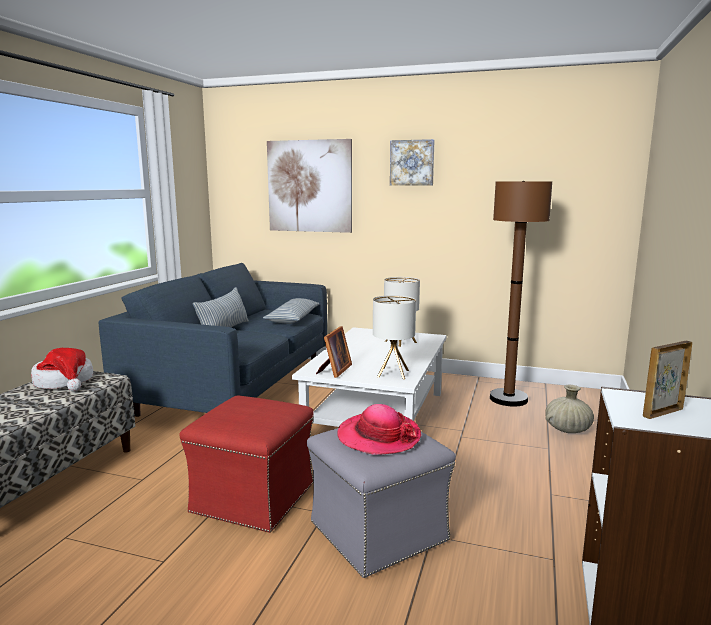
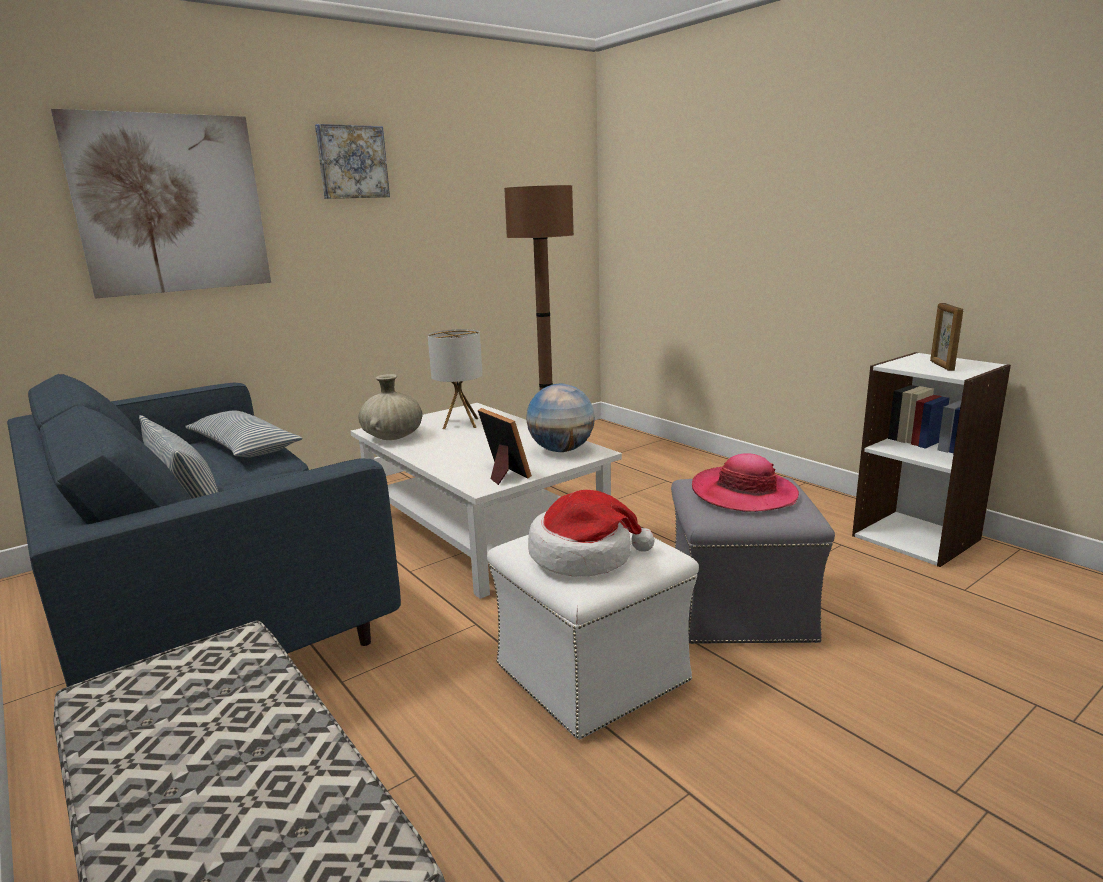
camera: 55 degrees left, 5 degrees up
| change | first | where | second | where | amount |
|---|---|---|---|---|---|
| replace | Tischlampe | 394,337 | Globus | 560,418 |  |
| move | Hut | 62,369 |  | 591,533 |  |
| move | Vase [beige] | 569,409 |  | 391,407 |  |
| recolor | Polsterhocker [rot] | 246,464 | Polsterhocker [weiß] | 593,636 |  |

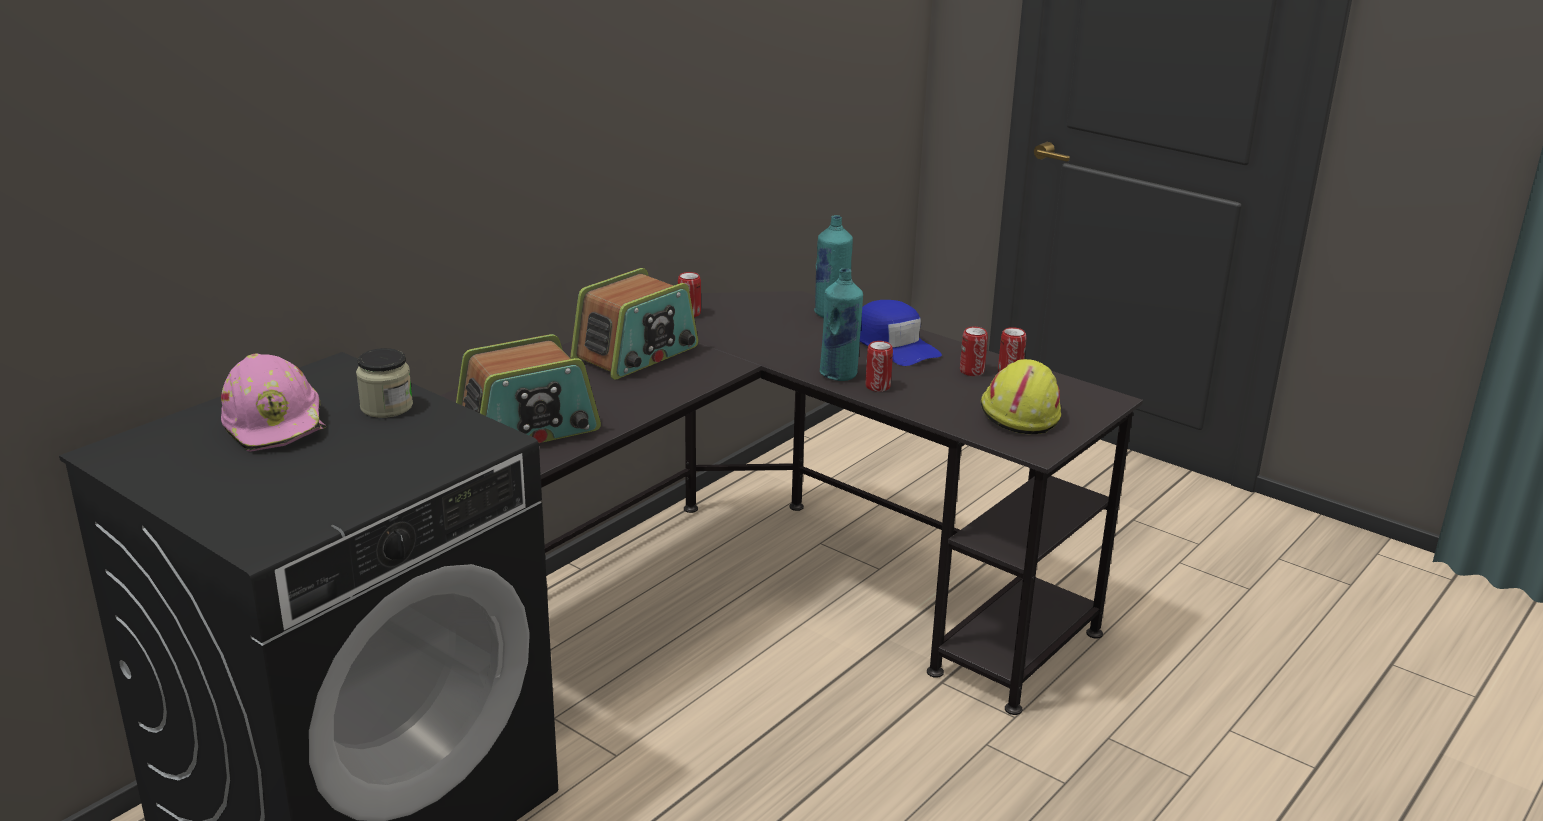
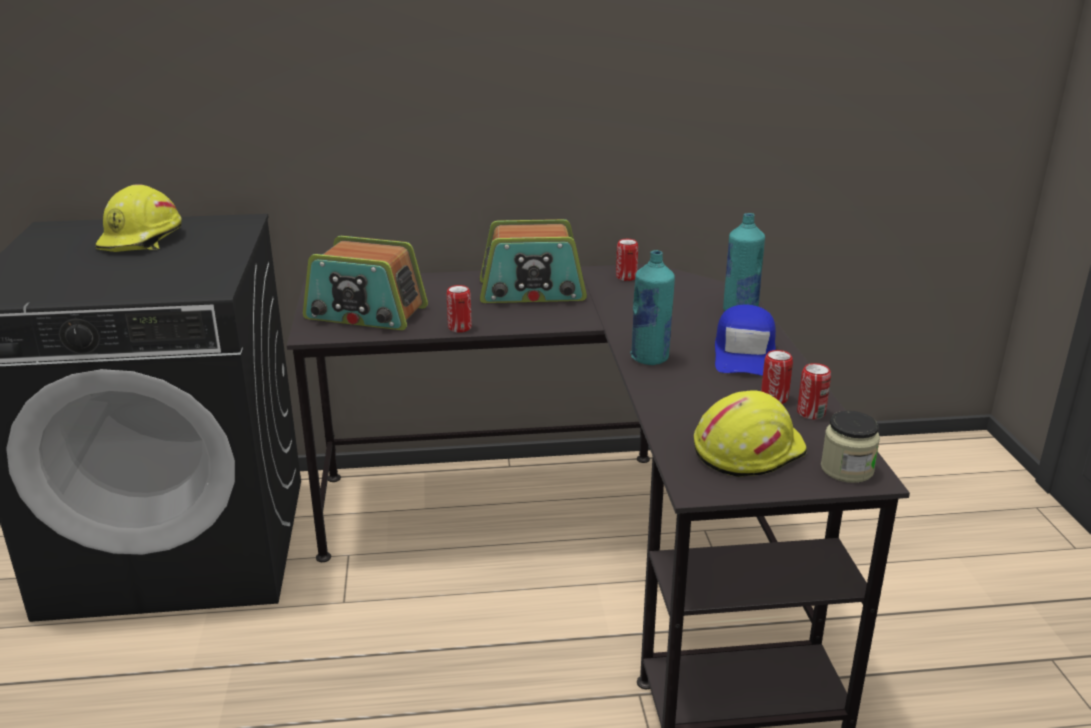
camera: 45 degrees right, 0 degrees up
| change | first | where | second | where | amount |
|---|---|---|---|---|---|
| move | Dose | 879,366 |  | 459,309 |  |
| move | Vorratsglas | 384,383 |  | 850,447 |  |
| recolor | Schutzhelm [rosa] | 273,403 | Schutzhelm [gelb] | 138,218 |  |

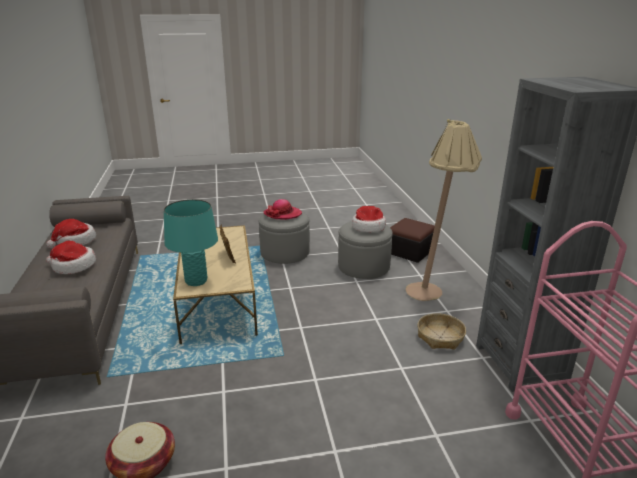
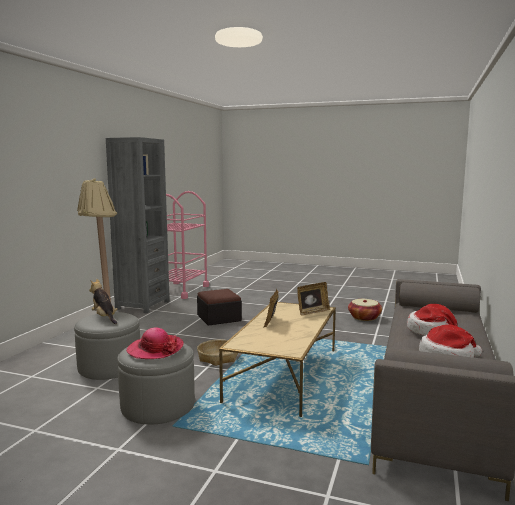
camera: 150 degrees left, 15 degrees down
| change | first | where | second | where | amount |
|---|---|---|---|---|---|
| replace | Tischlampe [türkis] | 191,242 | Bilderrahmen | 313,299 |  |
| replace | Hut | 369,219 | Plüschtier | 103,301 |  |
| move | Polsterhocker | 412,240 |  | 219,307 |  |
| move | Korb | 441,331 |  | 217,353 |  |

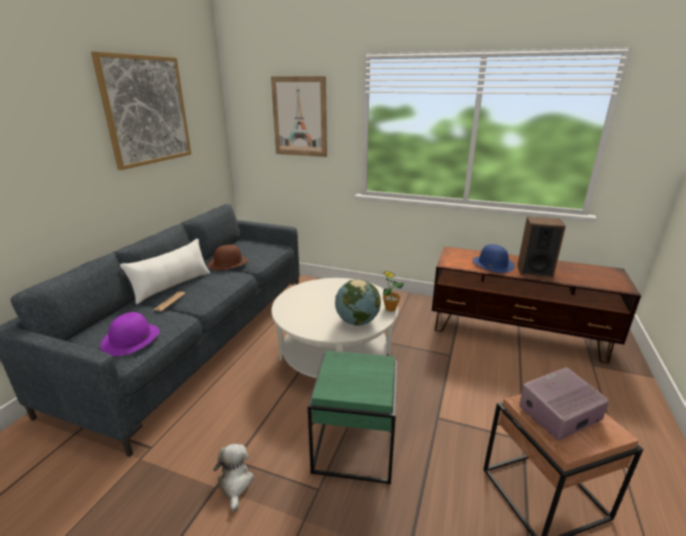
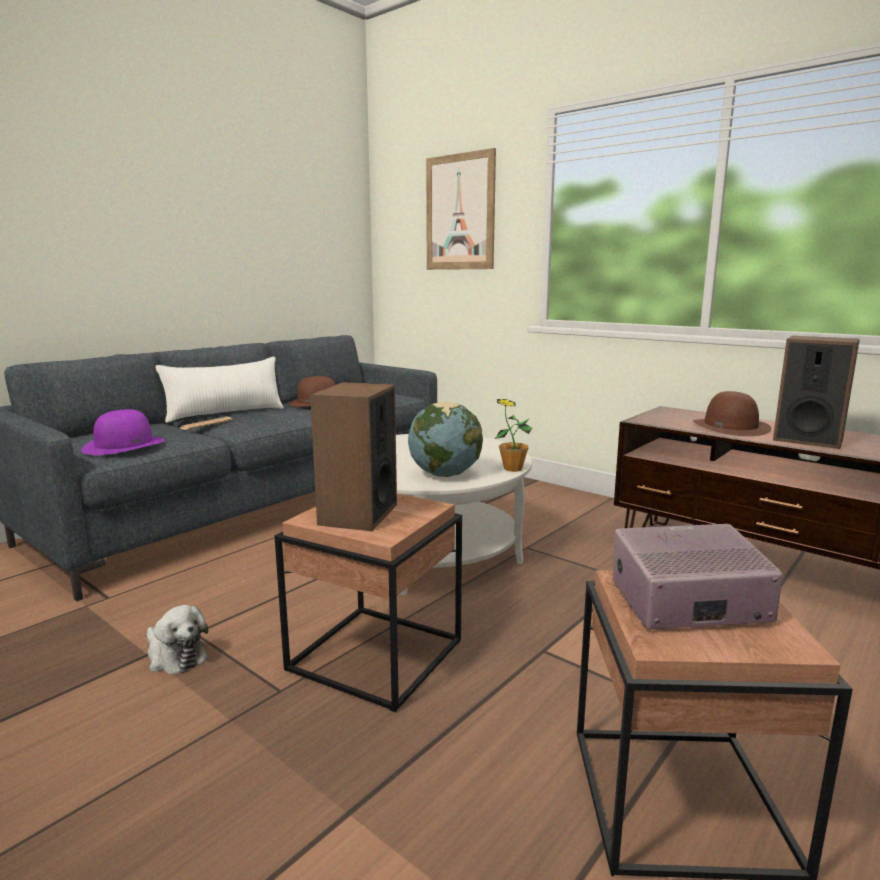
camera: 20 degrees right, 10 degrees down
| change | first | where | second | where | amount |
|---|---|---|---|---|---|
| delete | Bild | 141,110 |  |  |  |
| recolor | Hut [blau] | 494,258 | Hut [braun] | 732,413 |  |
| recolor | Beistelltisch [grün] | 353,417 | Beistelltisch [braun] | 368,603 |  |
| rotate | Plüschtier | 233,477 |  | 177,639 | 120 degrees clockwise |
| insert |  |  | Lautsprecher | 353,456 |  |

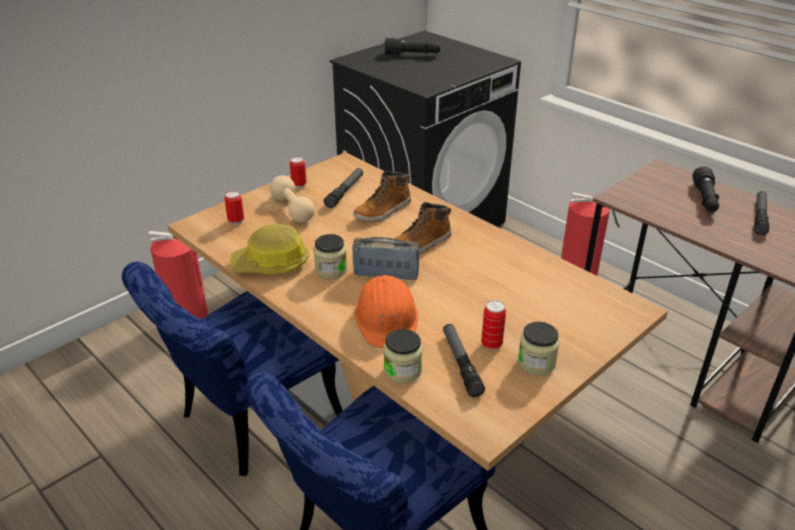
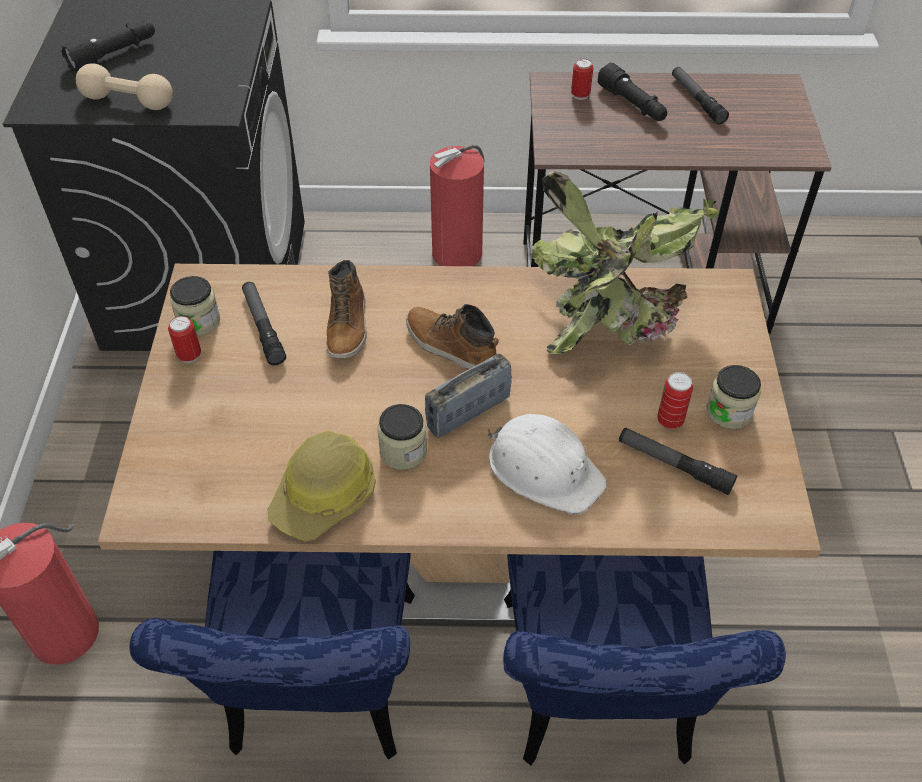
camera: 45 degrees left, 15 degrees up
| change | first | where | second | where | amount |
|---|---|---|---|---|---|
| move | Hantel [beige] | 292,199 |  | 124,86 |  |
| move | Dose | 234,208 |  | 582,79 |  |
| rotate | Stiefel | 422,228 |  | 452,337 | 120 degrees clockwise |
| recolor | Schutzhelm [orange] | 386,311 | Schutzhelm [weiß] | 547,464 |  |
| move | Vorratsglas | 403,356 |  | 195,306 |  |
| insert |  |  | Topfpflanze | 625,262 |  |

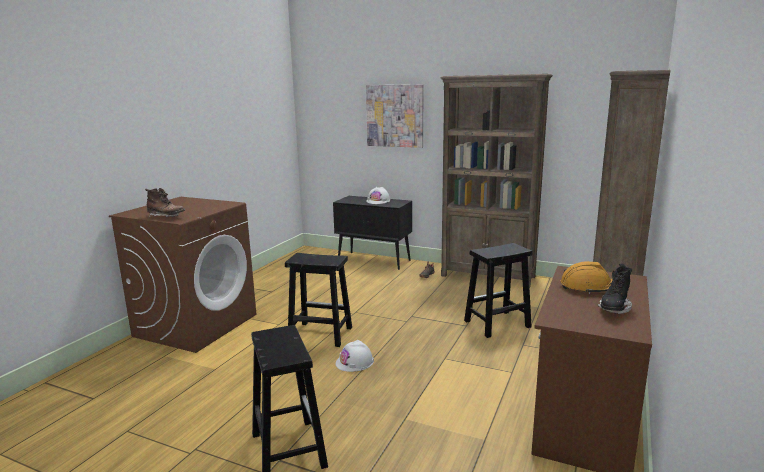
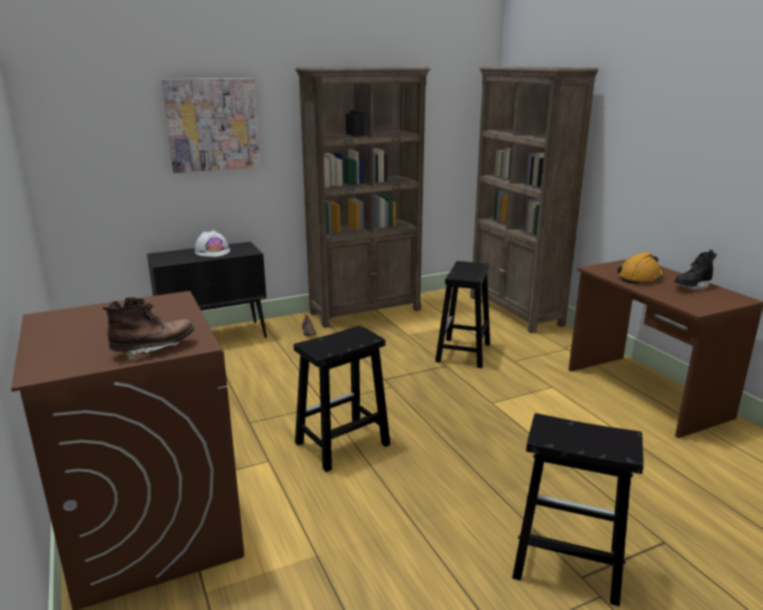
camera: 50 degrees left, 5 degrees up
| change | first | where | second | where | amount |
|---|---|---|---|---|---|
| rotate | Stiefel [schwarz] | 615,289 |  | 695,270 | 75 degrees clockwise |
| delete | Schutzhelm [weiß] | 355,356 |  |  |  |

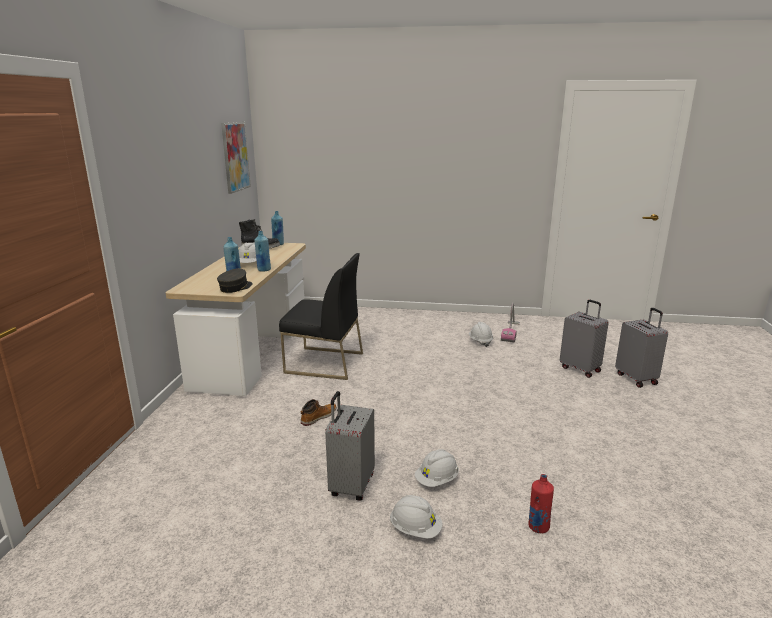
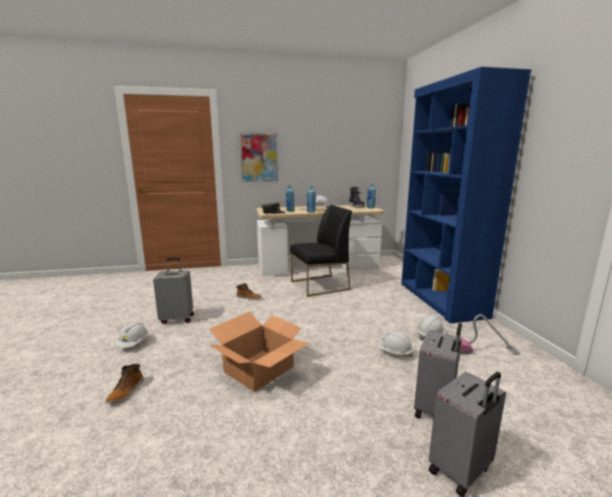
camera: 70 degrees right, 5 degrees down
| change | first | where | second | where | amount |
|---|---|---|---|---|---|
| move | Bild | 236,158 |  | 259,157 |  |
| rotate | Stuhl [schwarz] | 321,316 |  | 321,251 | 105 degrees counterclockwise |
| move | Schutzhelm [weiß] | 437,468 |  | 395,344 |  |
| replace | Flasche [rot] | 541,503 | Stiefel | 125,384 |  |
| insert |  |  | Bücherregal [blau] | 466,195 |  |
| insert |  |  | Karton | 259,352 |  |

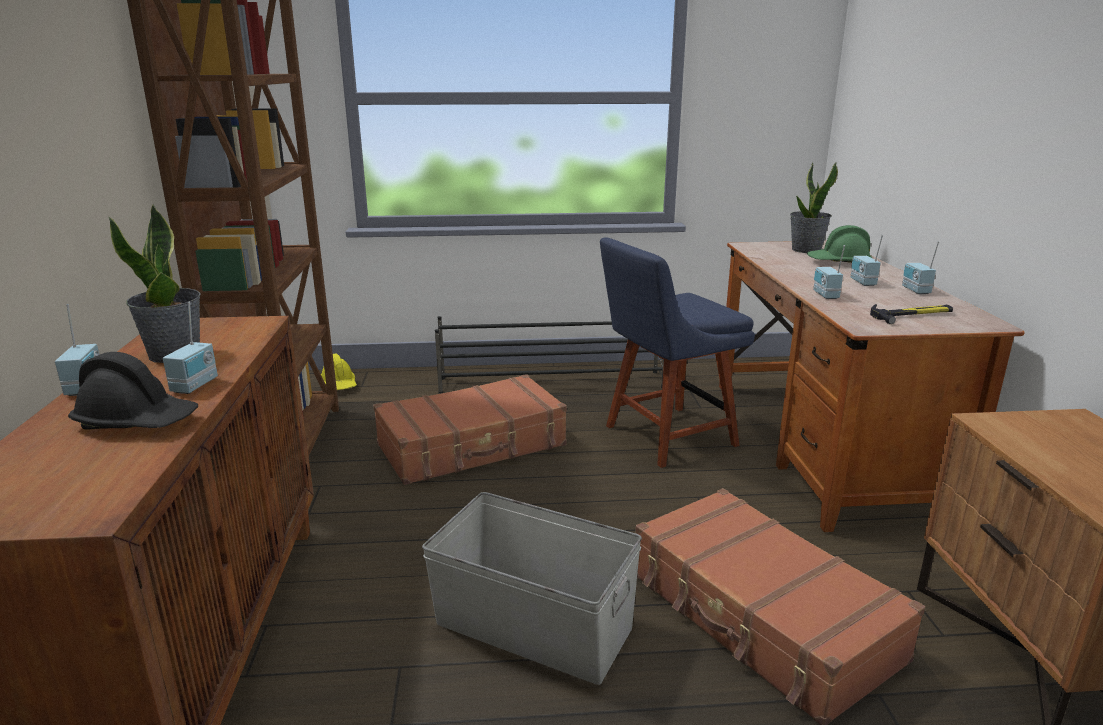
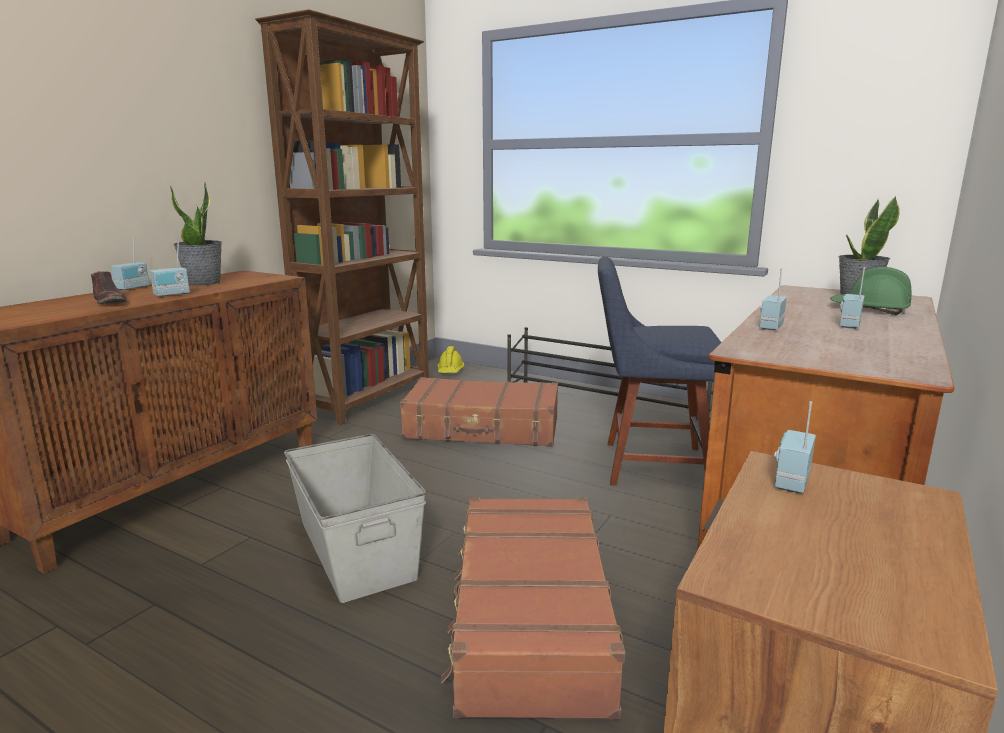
camera: 35 degrees right, 5 degrees down
| change | first | where | second | where | amount |
|---|---|---|---|---|---|
| move | Radio | 920,267 |  | 795,447 |  |
| delete | Hammer | 911,314 |  |  |  |
| replace | Schutzhelm [schwarz] | 133,391 | Schuh [braun] | 109,287 |  |

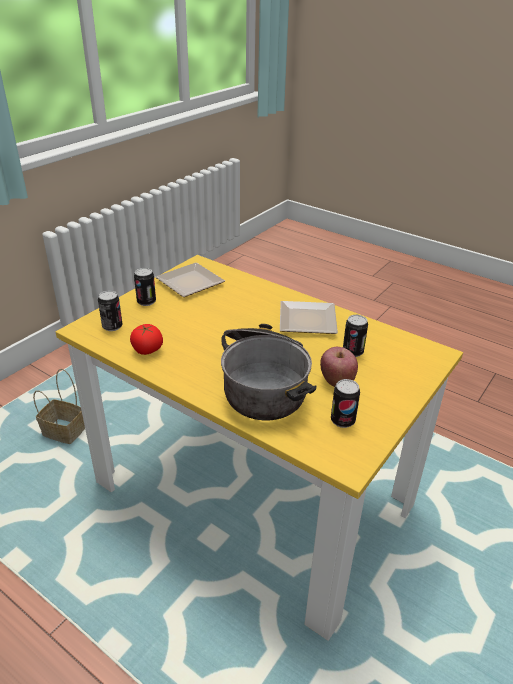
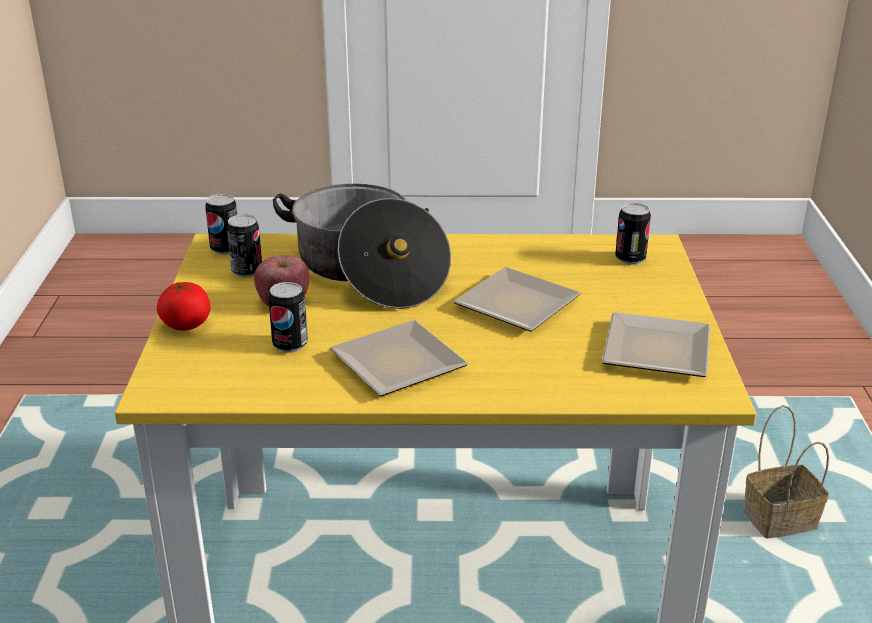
camera: 145 degrees right, 5 degrees down
| change | first | where | second | where | amount |
|---|---|---|---|---|---|
| move | Dose | 145,287 |  | 221,224 |  |
| move | Tomate | 146,339 |  | 183,306 |  |
| insert |  |  | Teller | 517,299 |  |

